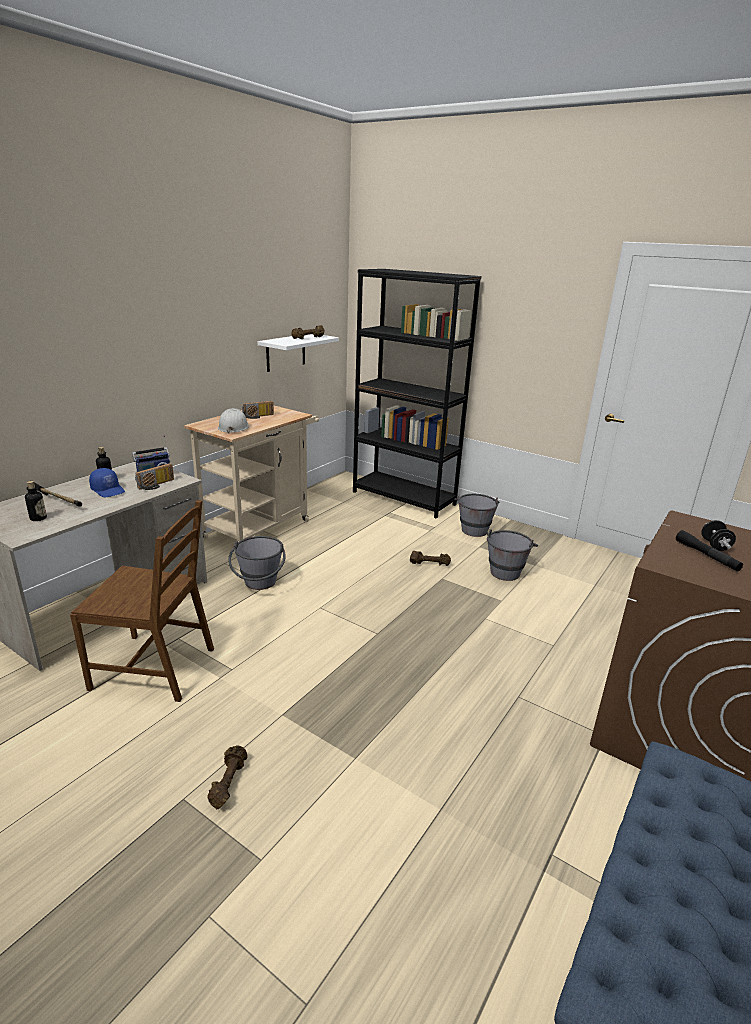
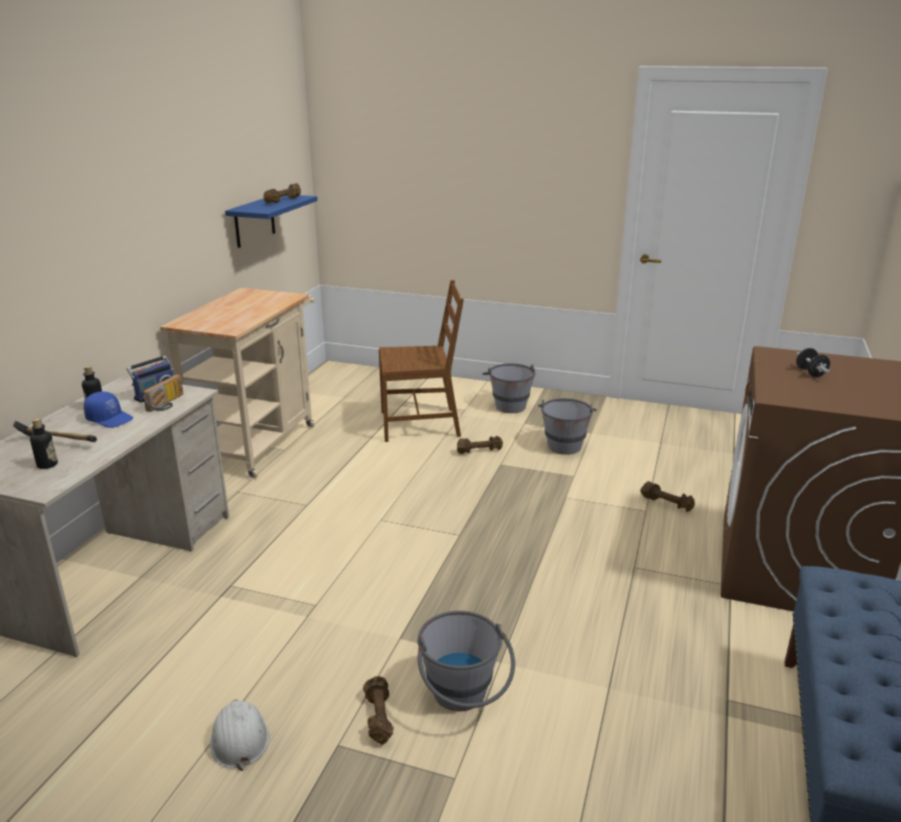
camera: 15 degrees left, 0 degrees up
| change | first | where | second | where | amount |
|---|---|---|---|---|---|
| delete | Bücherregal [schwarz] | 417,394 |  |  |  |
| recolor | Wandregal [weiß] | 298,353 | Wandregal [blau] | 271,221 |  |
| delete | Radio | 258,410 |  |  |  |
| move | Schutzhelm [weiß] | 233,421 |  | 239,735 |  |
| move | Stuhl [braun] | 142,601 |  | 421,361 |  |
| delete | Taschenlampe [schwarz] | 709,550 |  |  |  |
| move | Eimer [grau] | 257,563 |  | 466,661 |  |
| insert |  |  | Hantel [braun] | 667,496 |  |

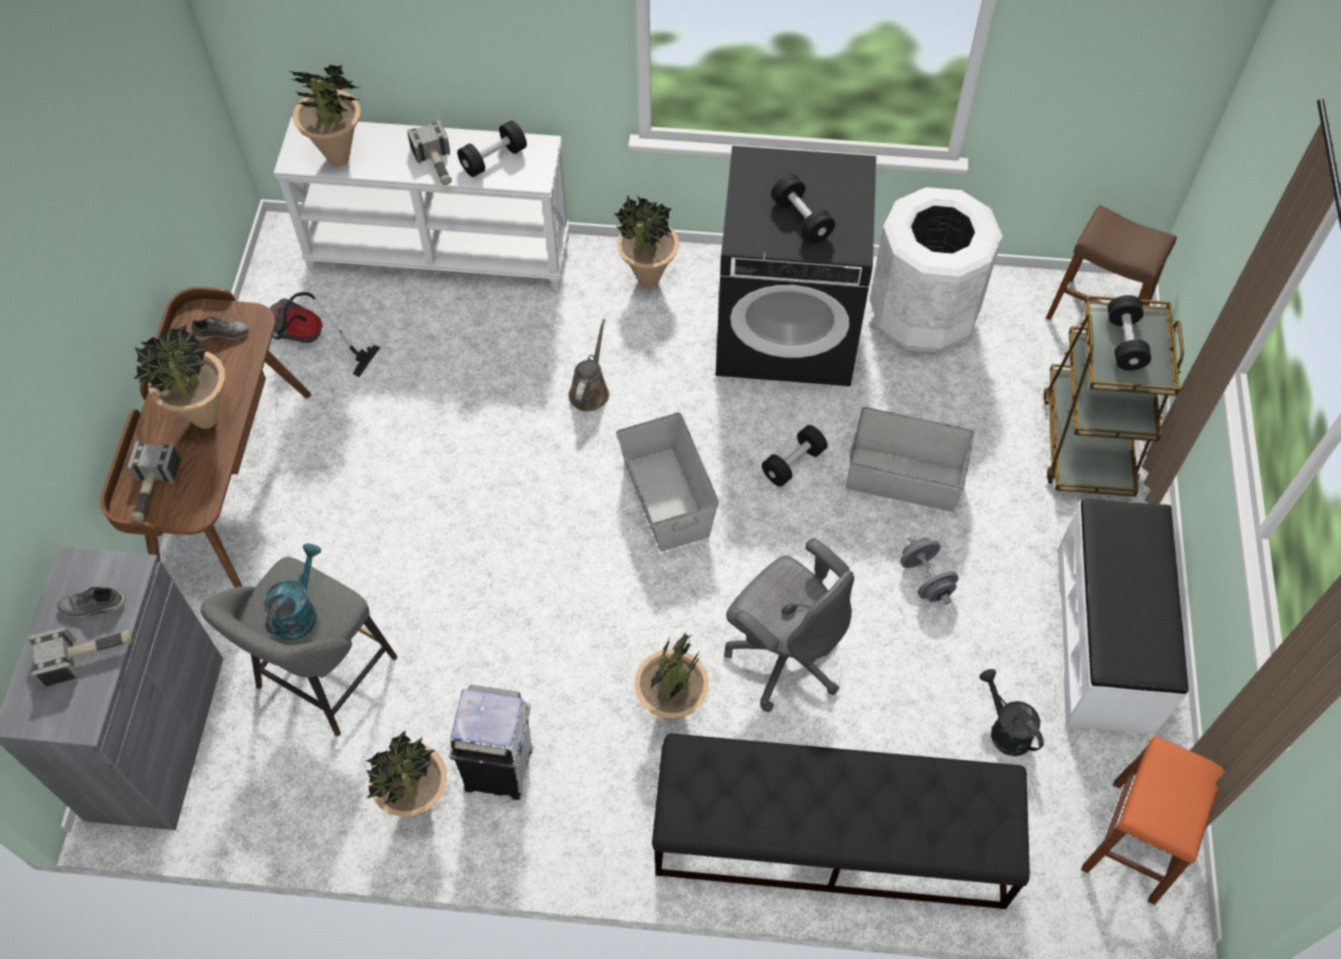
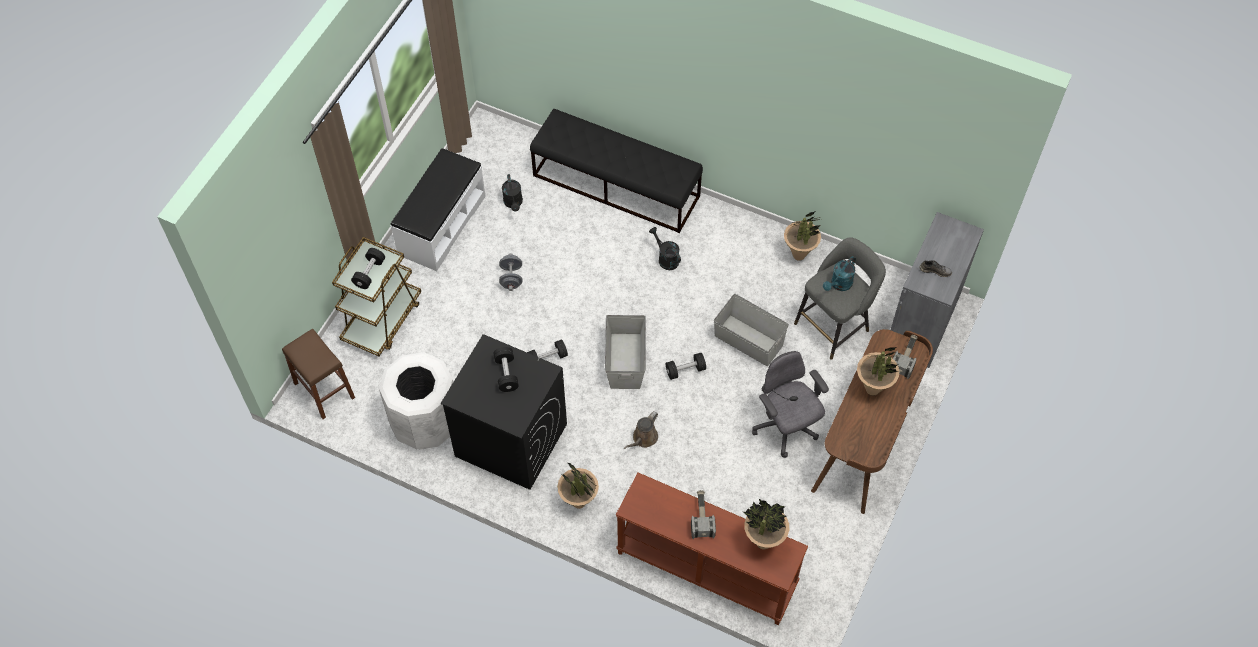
camera: 160 degrees left, 0 degrees up
| change | first | where | second | where | amount |
|---|---|---|---|---|---|
| recolor | Konsolentisch [weiß] | 421,203 | Konsolentisch [braun] | 712,549 |  |
| move | Hantel [schwarz] | 492,148 |  | 686,366 |  |
| delete | Staubsauger | 325,334 |  |  |  |
| delete | Schuh [grau] | 220,329 |  |  |  |
| move | Aufbewahrungsbox [grau] | 910,459 |  | 751,330 |  |
| move | Bürostuhl [grau] | 789,625 |  | 790,404 |  |
| delete | Hammer | 79,657 |  |  |  |
| replace | Topfpflanze | 671,676 | Gießkanne [schwarz] | 665,248 |  |
| delete | Mülleimer [weiß] | 491,742 |  |  |  |
| delete | Hocker [orange] | 1153,820 |  |  |  |

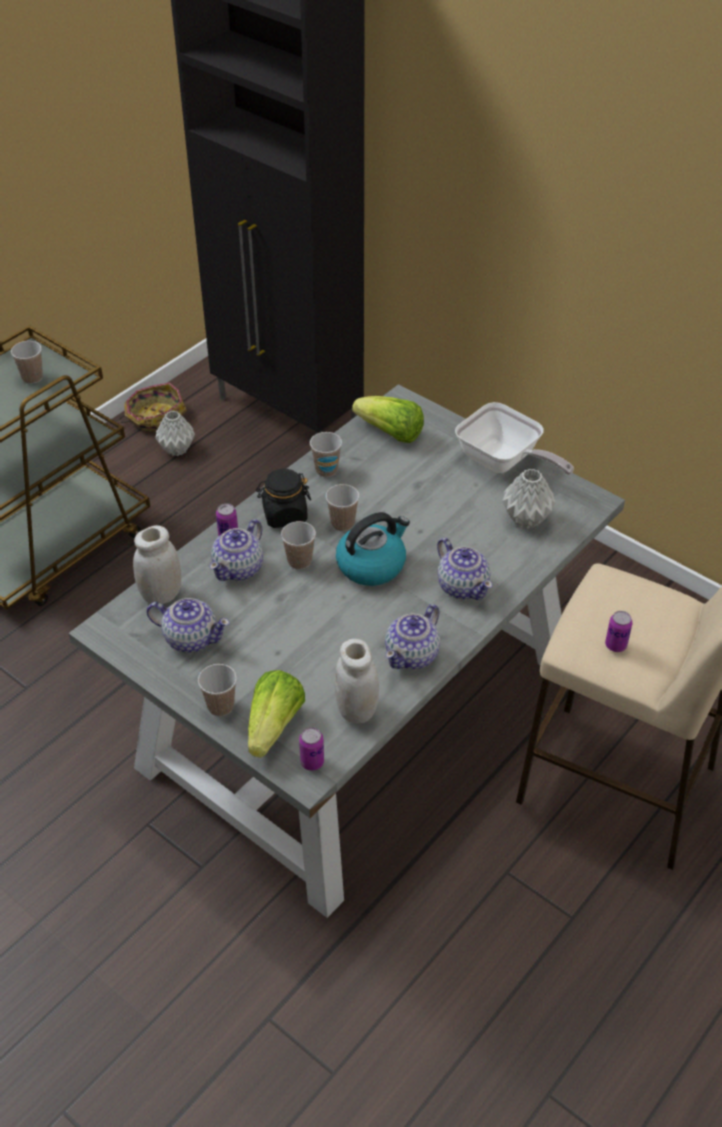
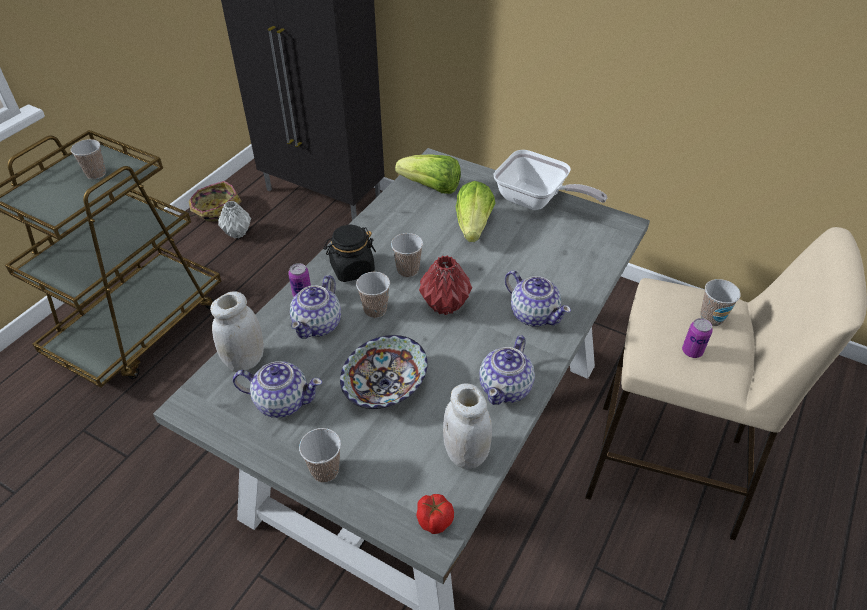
camera: 10 degrees left, 0 degrees up
| change | first | where | second | where | amount |
|---|---|---|---|---|---|
| move | Tasse | 326,454 |  | 720,302 |  |
| delete | Vase [grau] | 529,499 |  |  |  |
| replace | Wasserkessel | 373,549 | Vase [rot] | 445,285 |  |
| move | Salatkopf | 276,714 |  | 475,211 |  |
| replace | Dose | 311,749 | Tomate | 435,514 |  |
| insert |  |  | Schüssel | 384,372 |  |

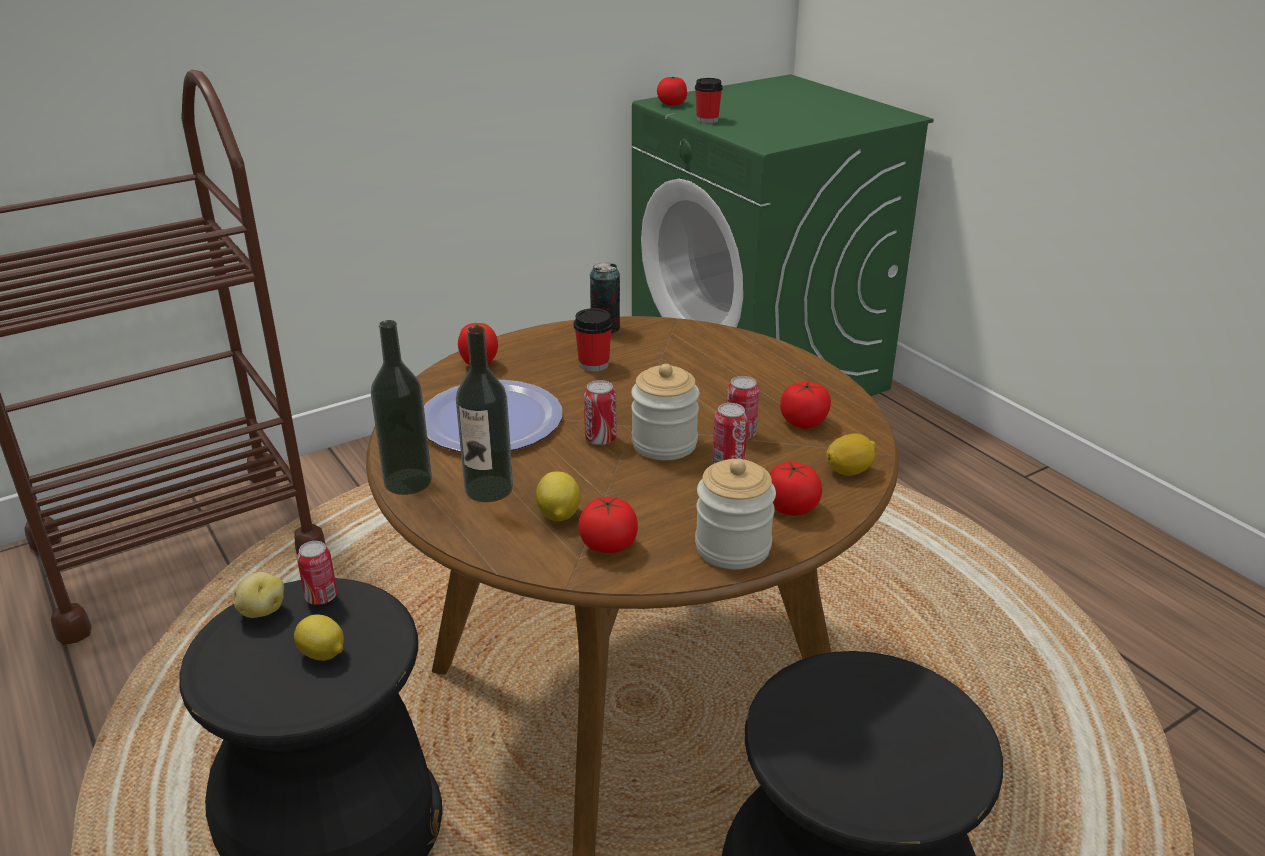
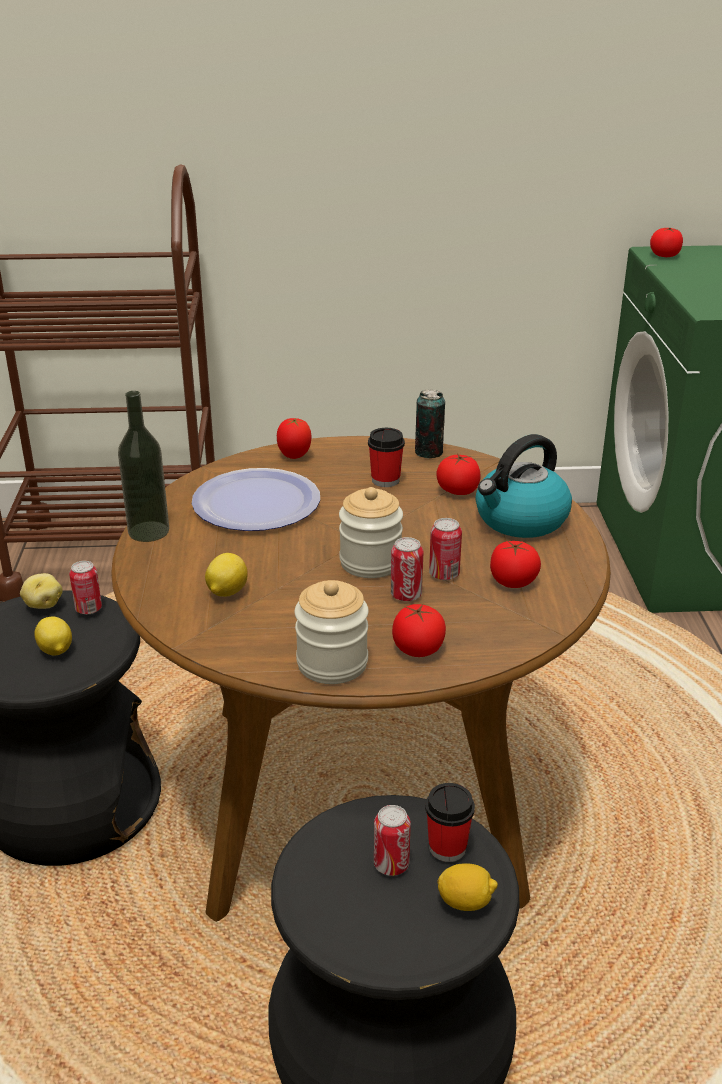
camera: 30 degrees right, 0 degrees up
| change | first | where | second | where | amount |
|---|---|---|---|---|---|
| move | Tasse | 709,100 |  | 450,822 |  |
| delete | Flasche | 484,414 |  |  |  |
| move | Dose | 600,412 |  | 392,840 |  |
| move | Zitrone | 851,455 |  | 467,887 |  |
| move | Tomate | 608,525 |  | 458,474 |  |
| insert |  |  | Wasserkessel | 523,486 |  |

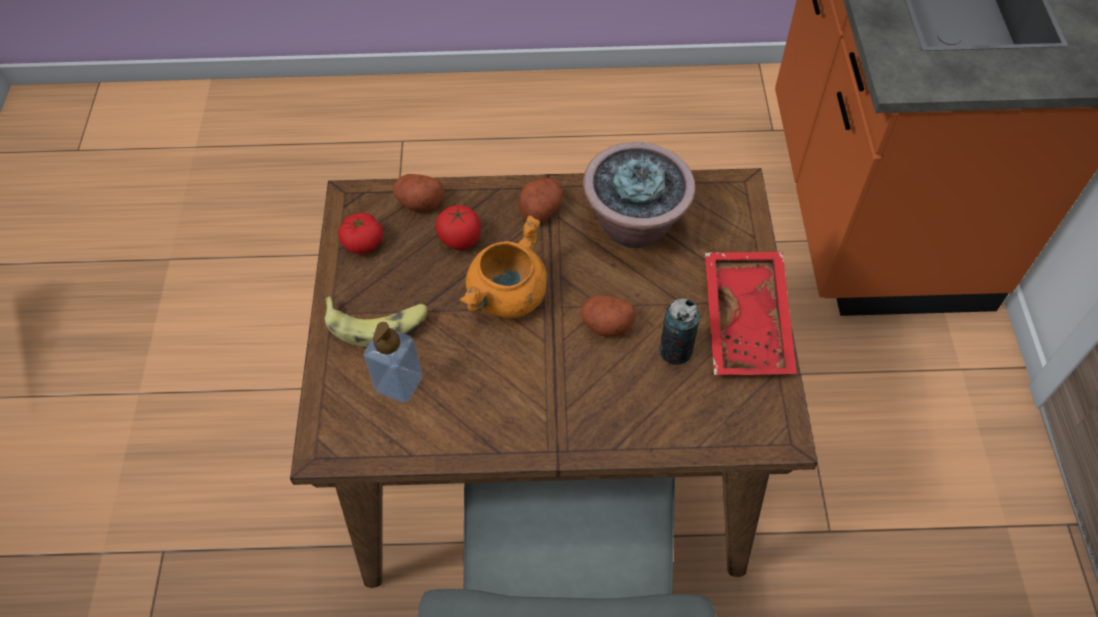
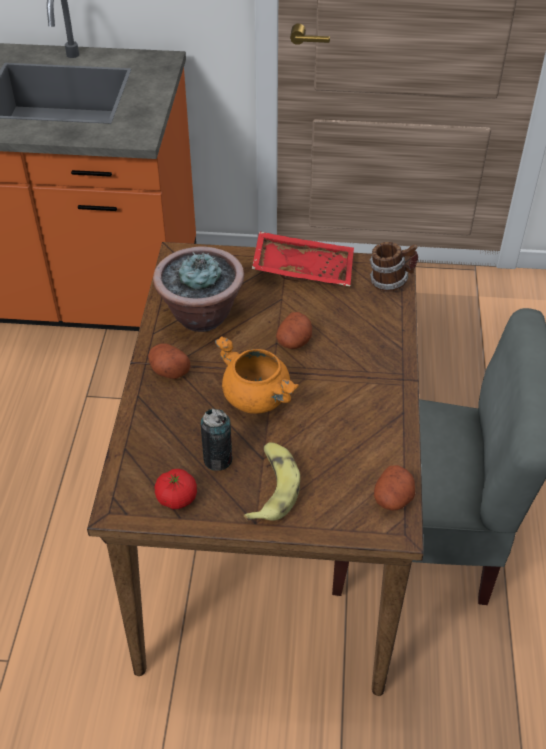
camera: 85 degrees left, 10 degrees down
| change | first | where | second | where | amount |
|---|---|---|---|---|---|
| move | Kartoffel | 418,192 |  | 394,487 |  |
| delete | Tomate | 458,227 |  |  |  |
| move | Dose | 679,332 |  | 217,439 |  |
| delete | Seifenspender | 393,362 |  |  |  |
| insert |  |  | Henkelbecher | 394,267 |  |

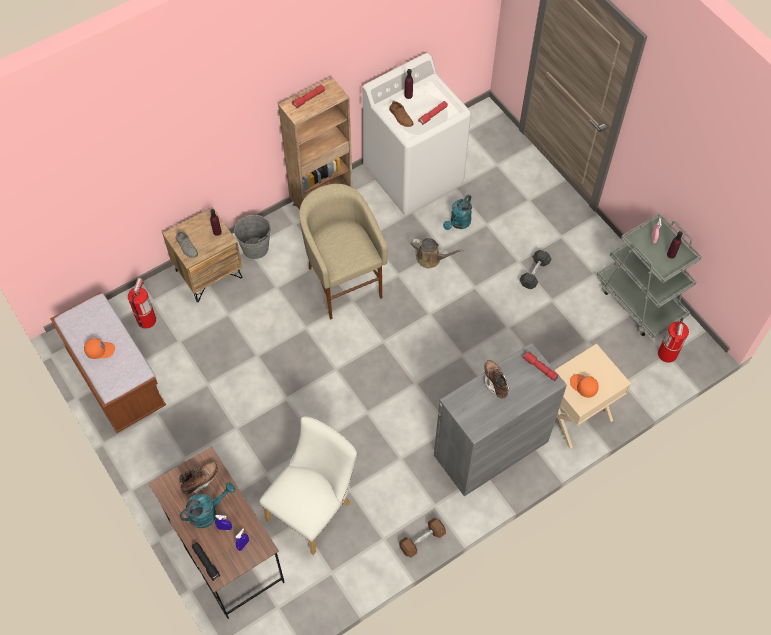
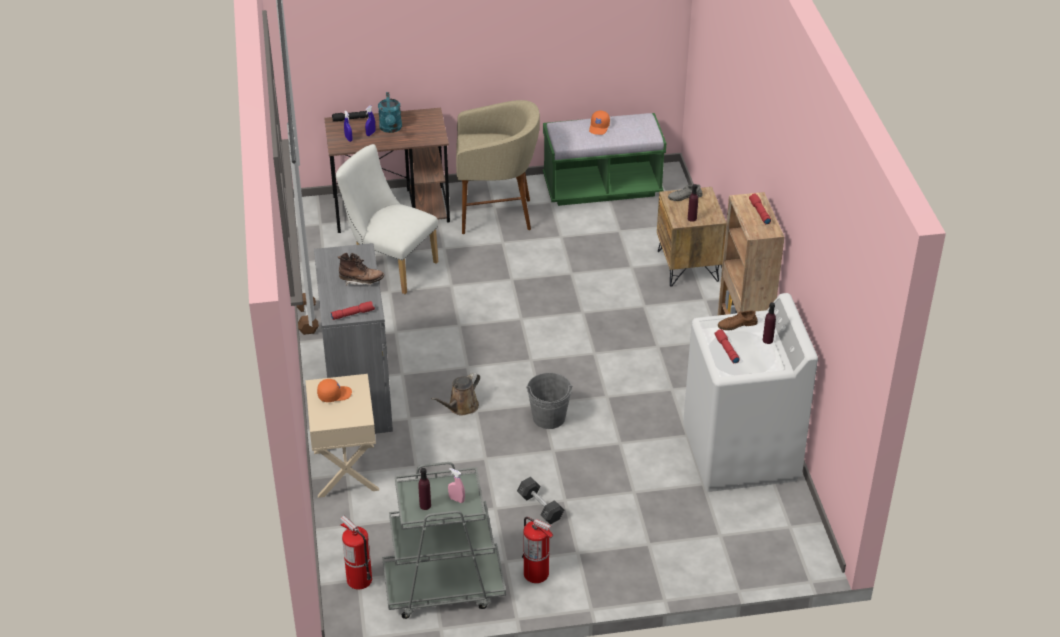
camera: 115 degrees right, 20 degrees down
| change | first | where | second | where | amount |
|---|---|---|---|---|---|
| move | Hocker [beige] | 343,251 |  | 498,167 |  |
| delete | Gießkanne [türkis] | 457,212 |  |  |  |
| move | Eimer [grau] | 252,237 |  | 549,401 |  |
| move | Gießkanne [braun] | 437,253 |  | 455,394 |  |
| move | Feuerlöscher | 142,303 |  | 537,550 |  |
| recolor | Bank [braun] | 108,362 | Bank [grün] | 604,159 |  |
| rotate | Stuhl [weiß] | 308,485 |  | 387,219 | 150 degrees clockwise |
| delete | Stiefel [braun] | 198,478 |  |  |  |

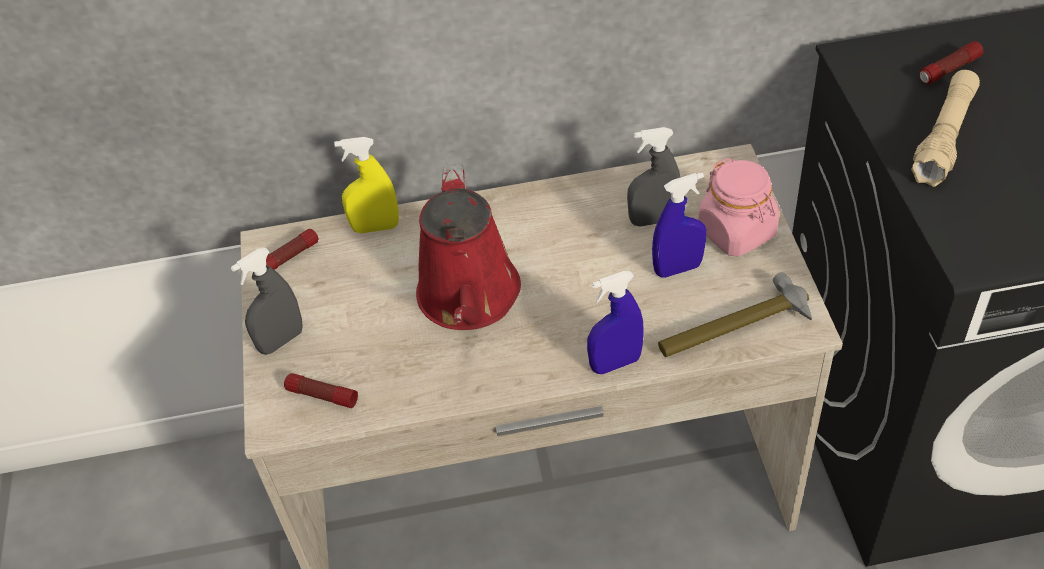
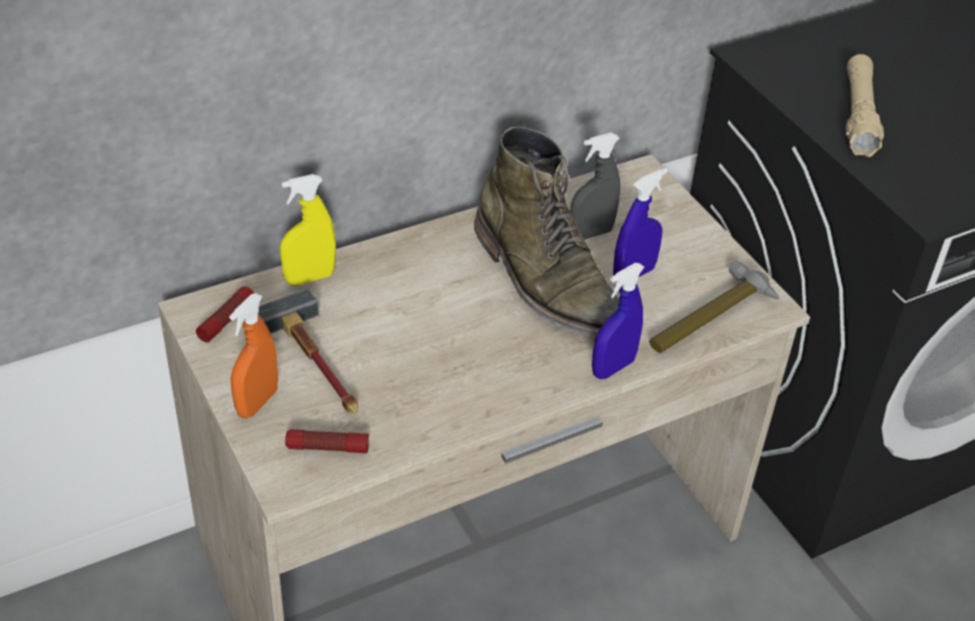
camera: 25 degrees left, 5 degrees down
| change | first | where | second | where | amount |
|---|---|---|---|---|---|
| delete | Taschenlampe | 951,62 |  |  |  |
| delete | Vorratsglas [rosa] | 738,207 |  |  |  |
| delete | Gießkanne [rot] | 468,247 |  |  |  |
| recolor | Sprühflasche [grau] | 267,301 | Sprühflasche [orange] | 253,355 |  |
| insert |  |  | Stiefel [grün] | 547,231 |  |
| insert |  |  | Hammer | 308,350 |  |

